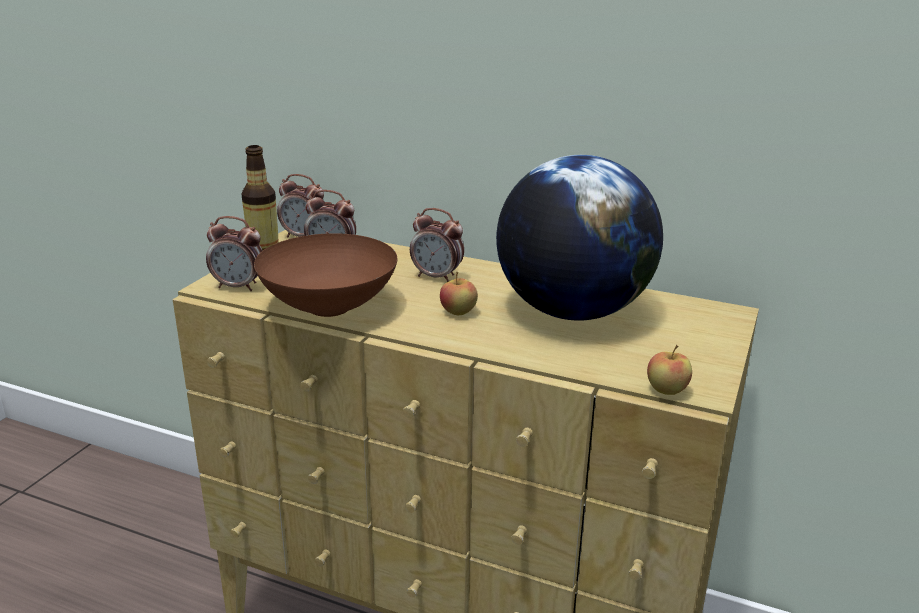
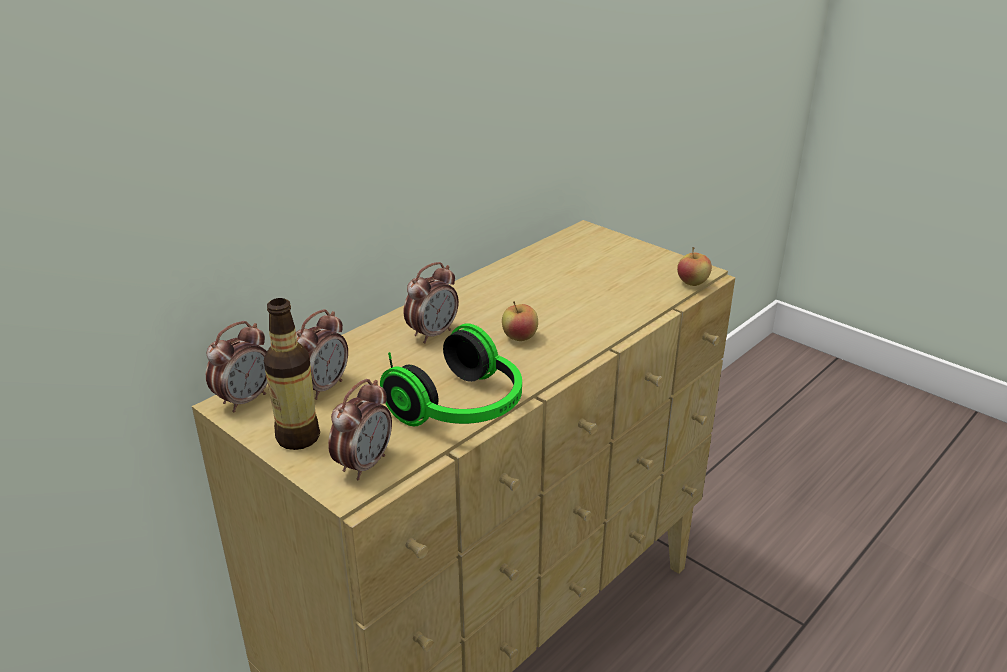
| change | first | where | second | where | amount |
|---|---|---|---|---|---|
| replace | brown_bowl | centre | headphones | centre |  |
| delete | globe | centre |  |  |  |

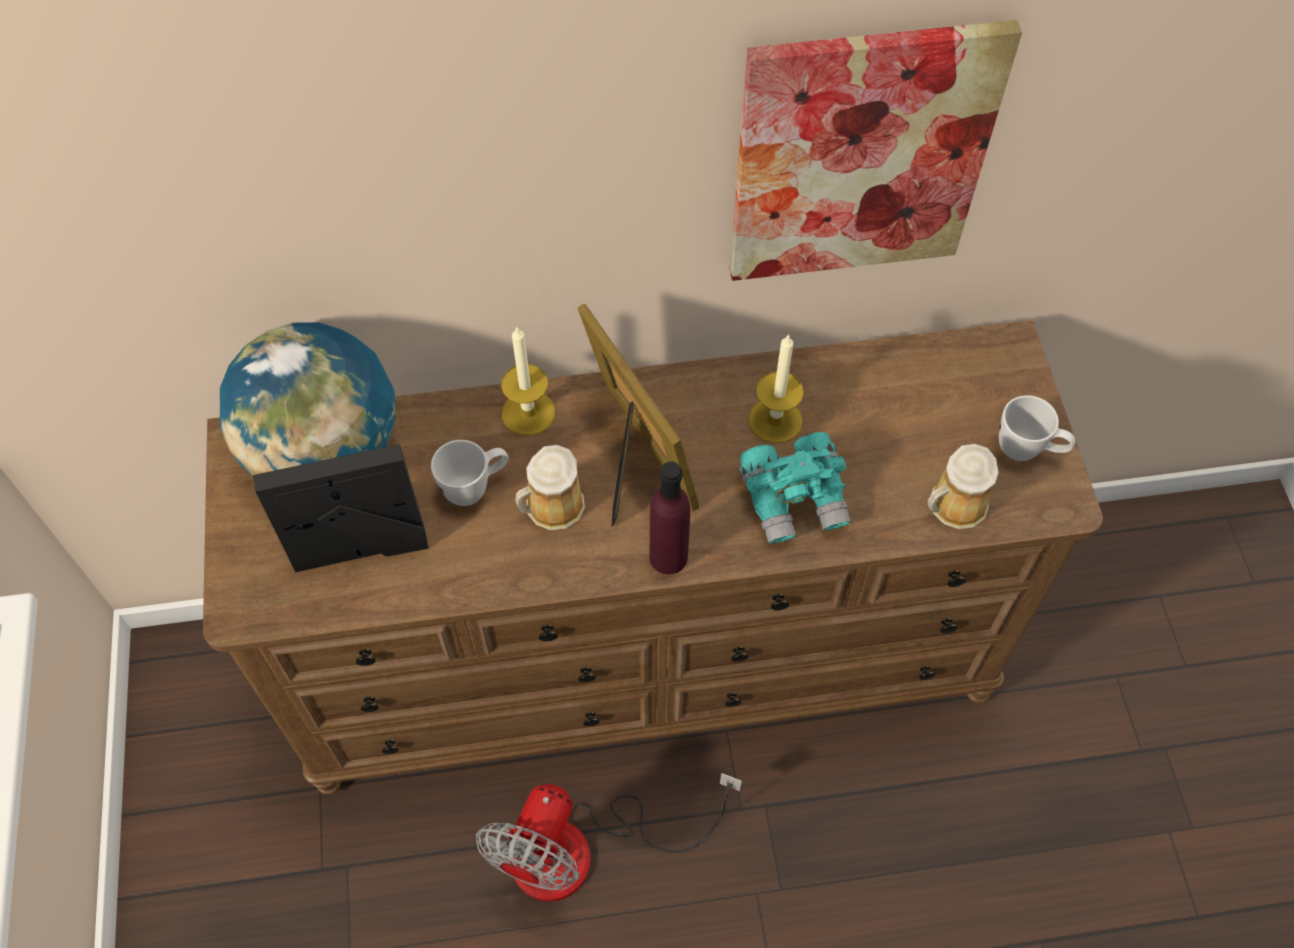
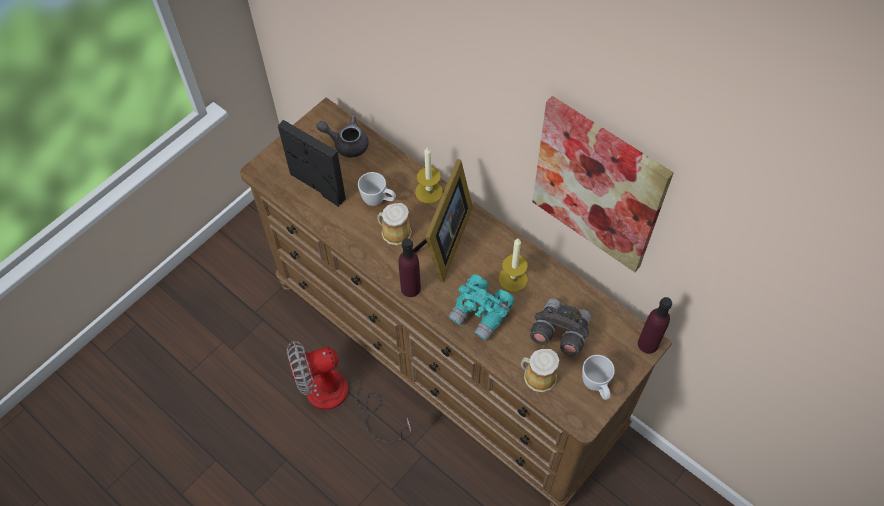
| change | first | where | second | where | amount |
|---|---|---|---|---|---|
| replace | globe | middle left | grey_teapot | top centre |  |
| insert |  |  | grey_binoculars | centre |  |
| insert |  |  | purple_bottle (2nd from left) | middle right |  |

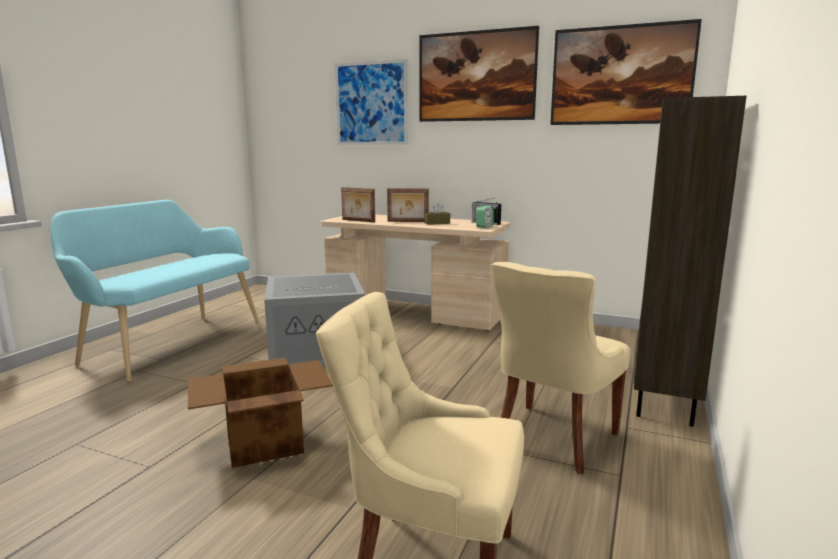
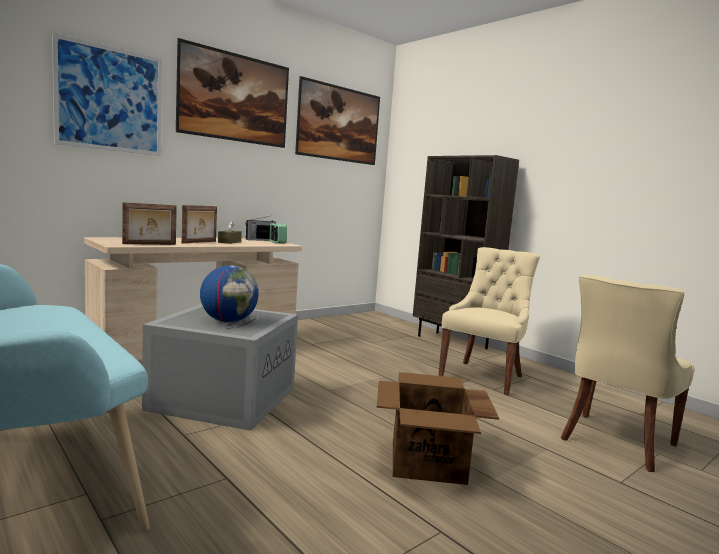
| change | first | where | second | where | amount |
|---|---|---|---|---|---|
| rotate | beige_chair (2nd from left in the first image) | middle right | beige_chair (1st from left) | middle right | 120 degrees counterclockwise |
| insert |  |  | globe | middle left |  |

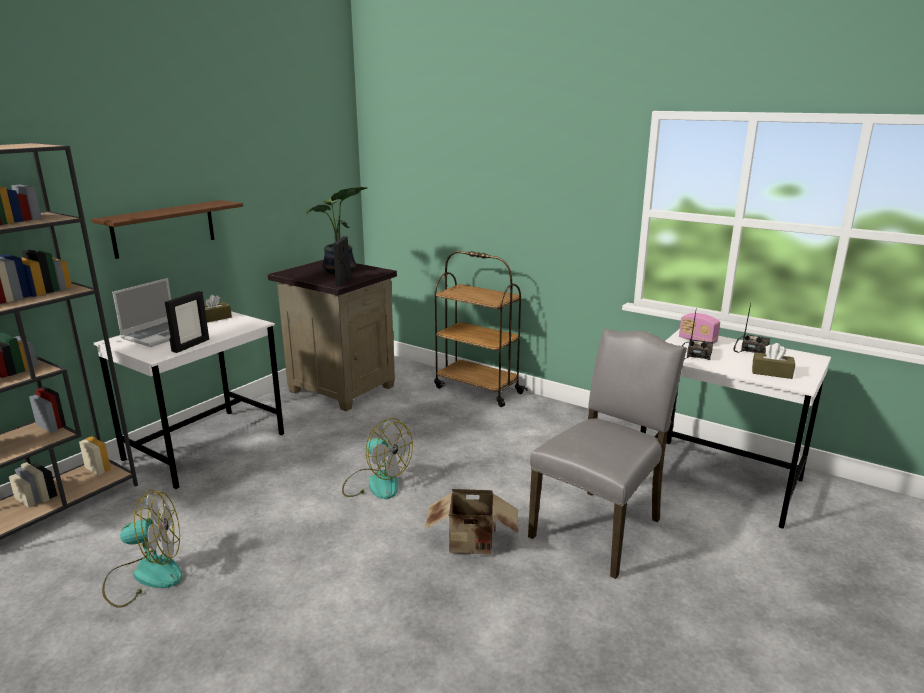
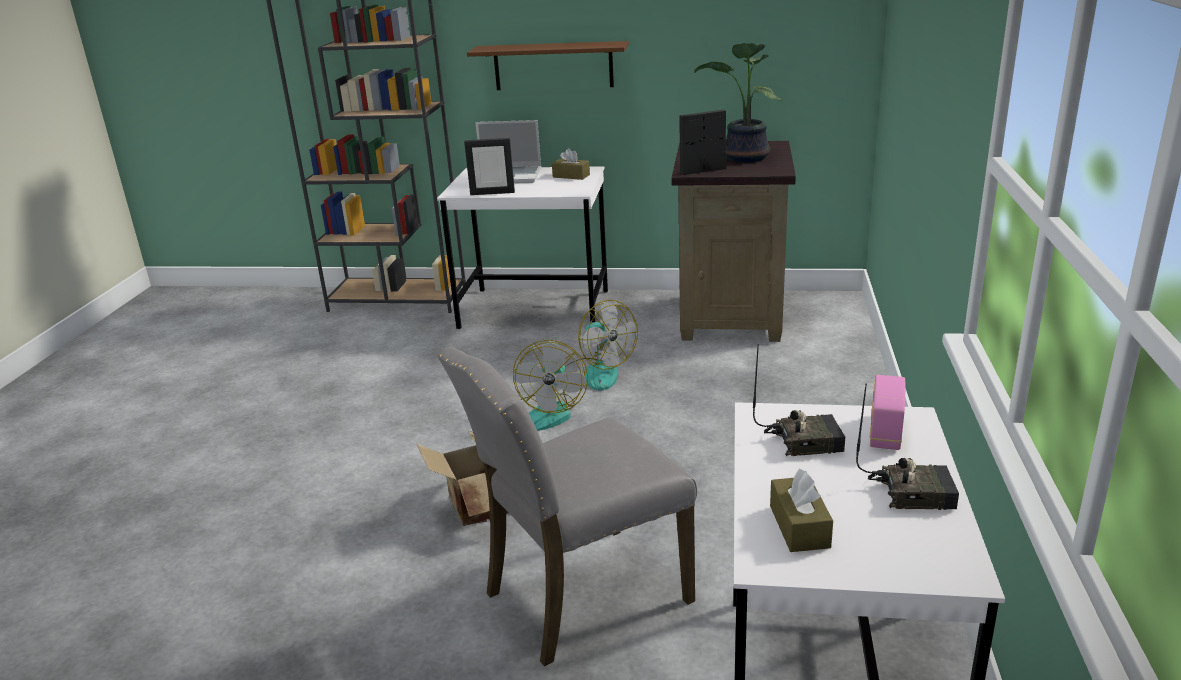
| change | first | where | second | where | amount |
|---|---|---|---|---|---|
| move | fan (1st from left in the first image) | bottom left | fan (2nd from left) | centre |  |
| delete | brown_cart | centre |  |  |  |
| rotate | grey_chair | centre |  | bottom centre | 135 degrees clockwise |

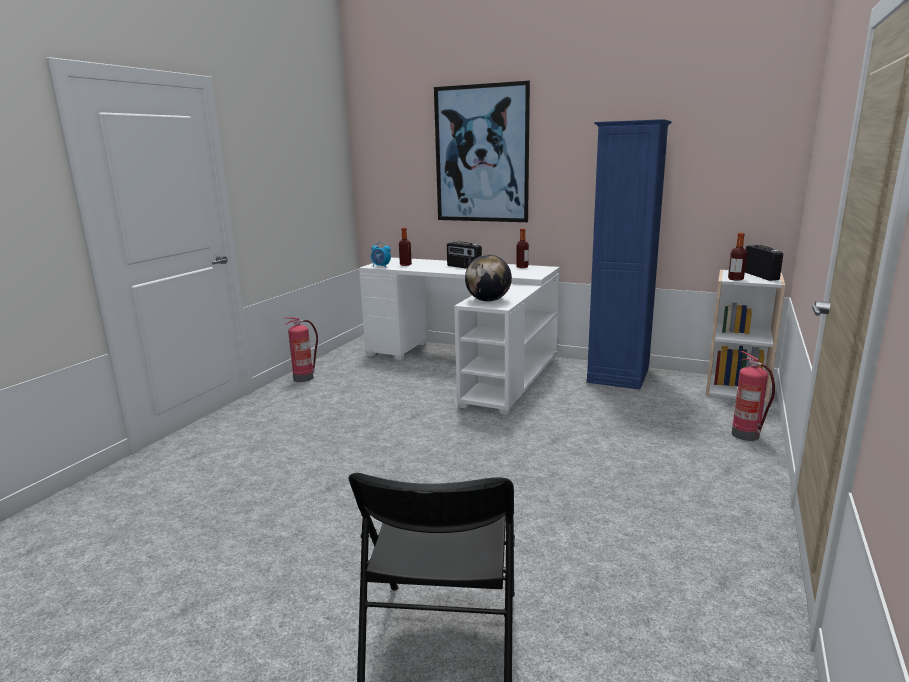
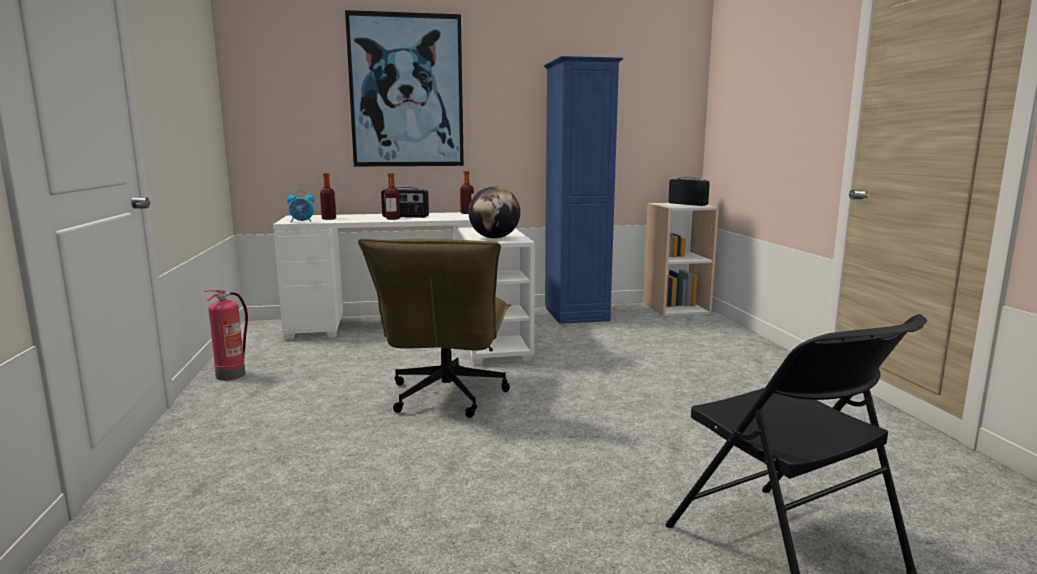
| change | first | where | second | where | amount |
|---|---|---|---|---|---|
| move | bottle (3rd from left in the first image) | middle right | bottle (2nd from left) | centre |  |
| delete | fire_extinguisher (2nd from left) | middle right |  |  |  |
| insert |  |  | beige_office_chair | centre |  |

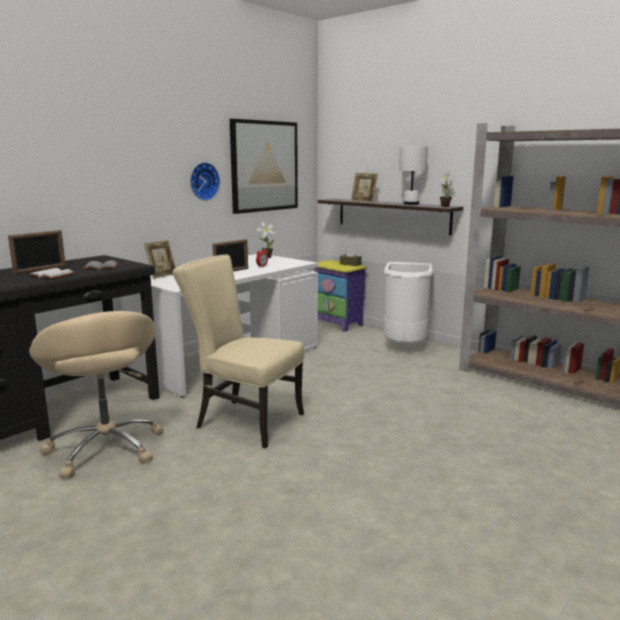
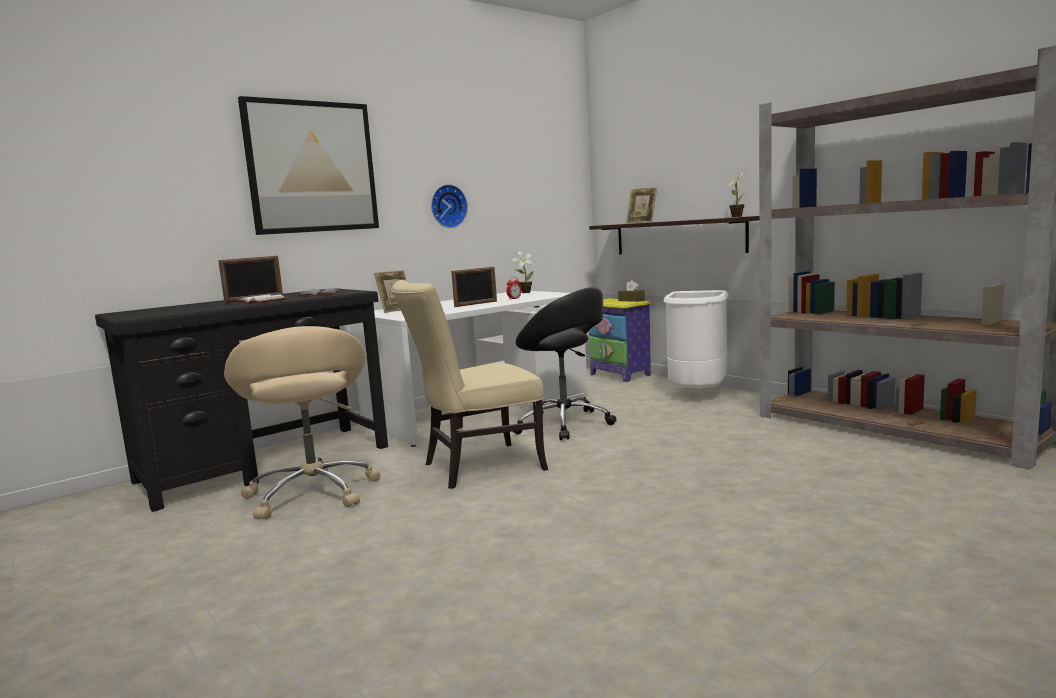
| change | first | where | second | where | amount |
|---|---|---|---|---|---|
| rotate | beige_chair | centre |  | centre | 60 degrees counterclockwise |
| move | picture | top centre |  | top left |  |
| delete | white_table_lamp | top centre |  |  |  |
| insert |  |  | black_office_chair | centre |  |

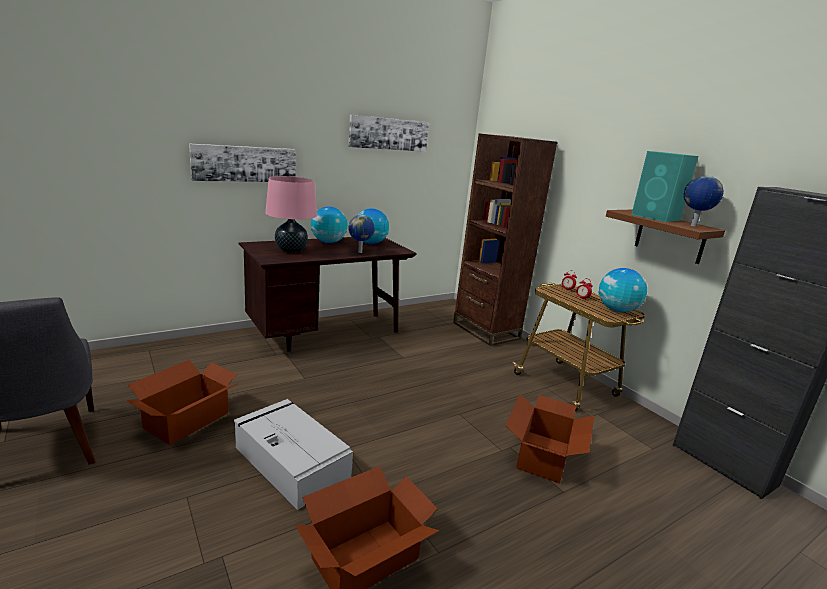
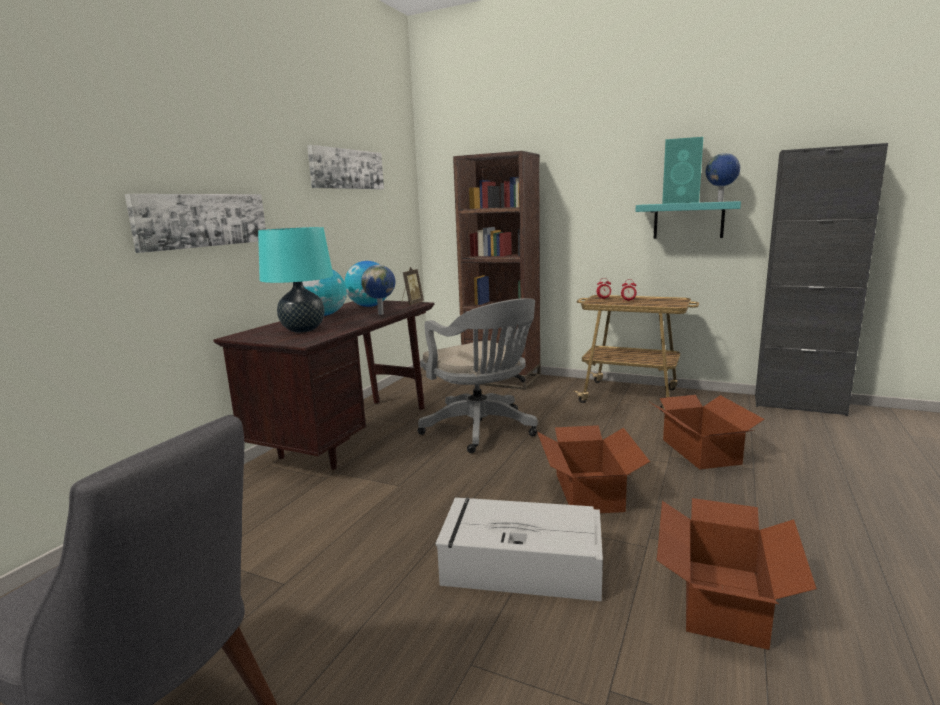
| change | first | where | second | where | amount |
|---|---|---|---|---|---|
| move | cardboard_box (1st from left) | bottom left |  | centre |  |
| recolor | pink_table_lamp | centre | turquoise_table_lamp | middle left |  |
| delete | globe (4th from left) | middle right |  |  |  |
| recolor | brown_shelf | middle right | turquoise_shelf | top right |  |
| insert |  |  | picture_frame | centre |  |
| insert |  |  | grey_office_chair | centre |  |

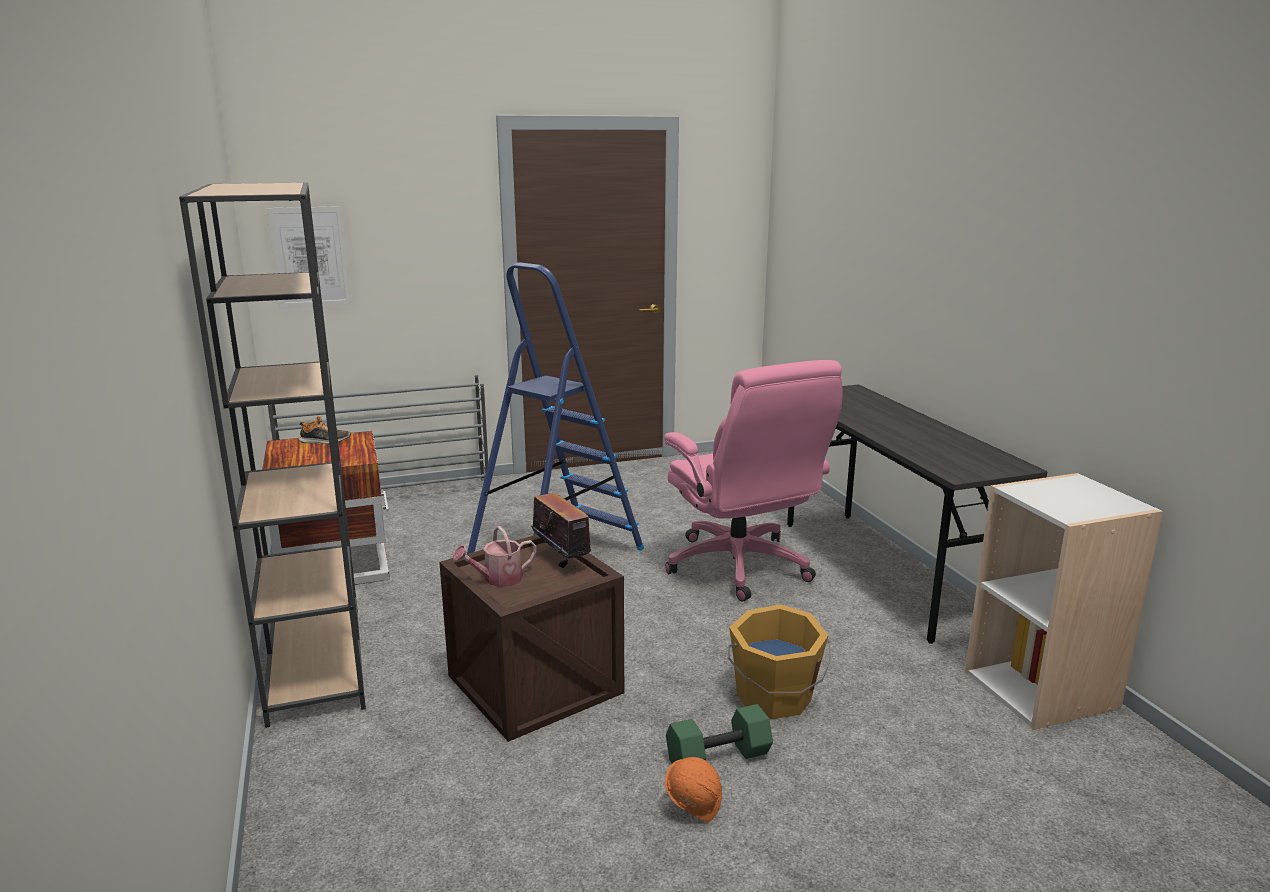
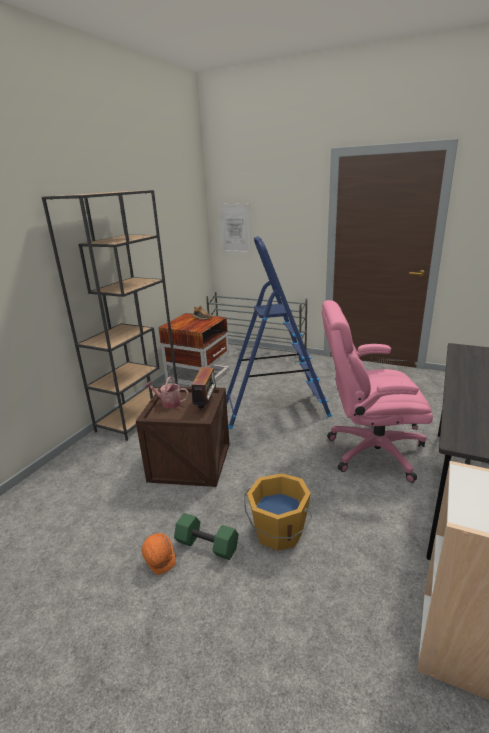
| change | first | where | second | where | amount |
|---|---|---|---|---|---|
| rotate | pink_office_chair | centre |  | middle right | 75 degrees clockwise |

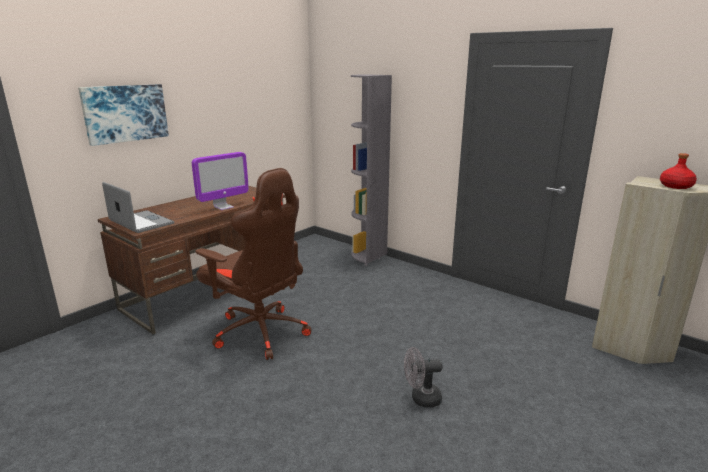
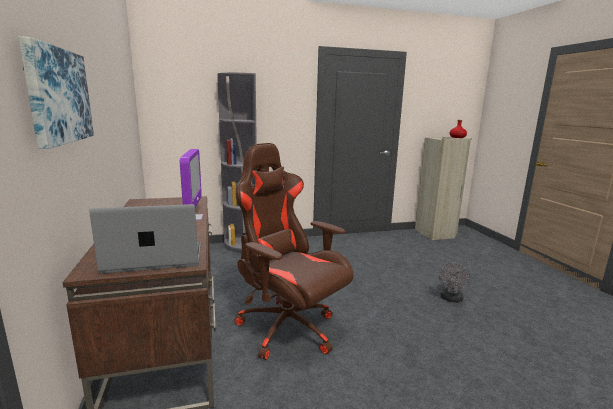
| change | first | where | second | where | amount |
|---|---|---|---|---|---|
| rotate | brown_office_chair | centre |  | centre | 120 degrees counterclockwise |

